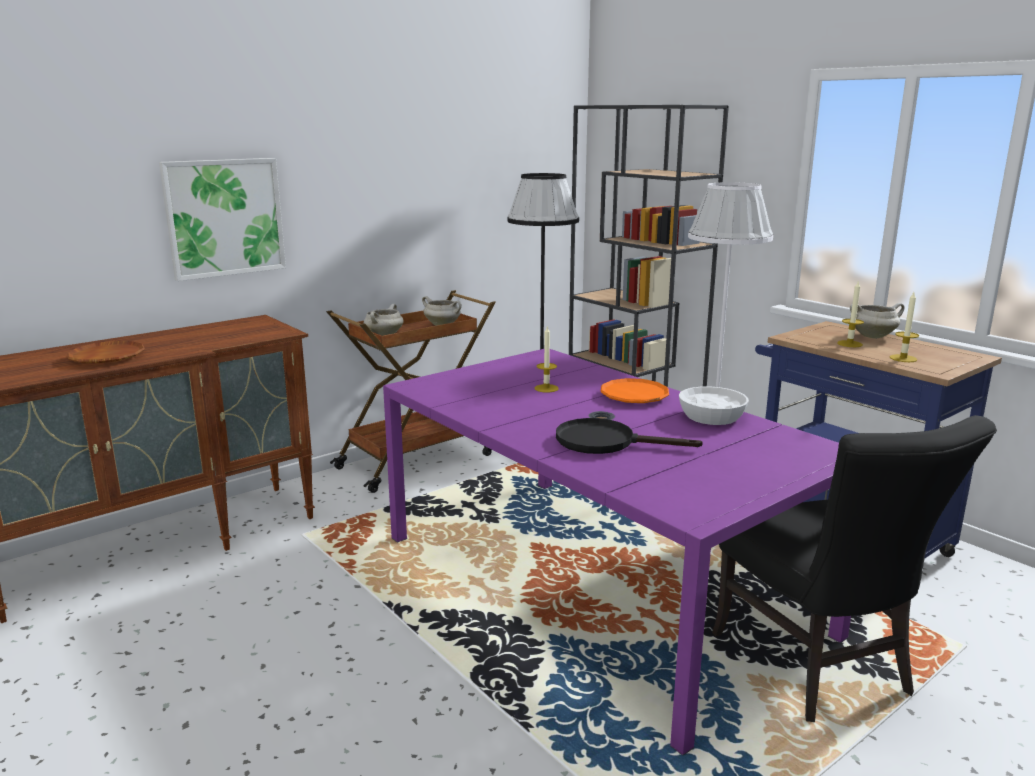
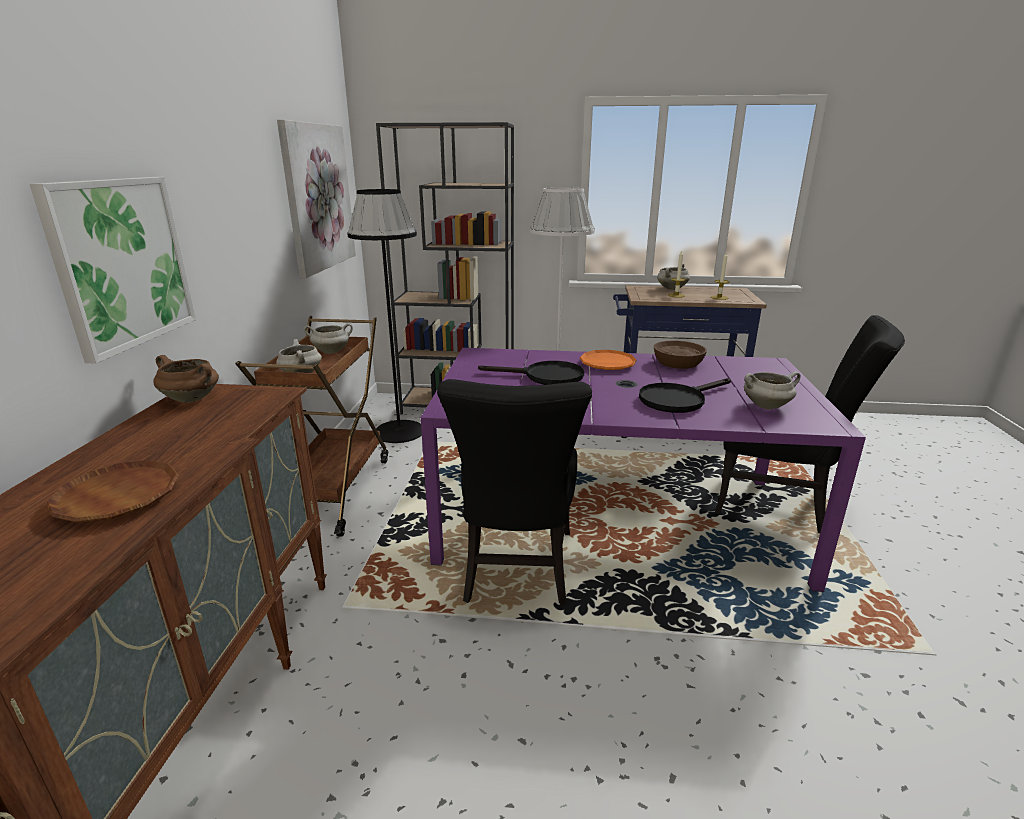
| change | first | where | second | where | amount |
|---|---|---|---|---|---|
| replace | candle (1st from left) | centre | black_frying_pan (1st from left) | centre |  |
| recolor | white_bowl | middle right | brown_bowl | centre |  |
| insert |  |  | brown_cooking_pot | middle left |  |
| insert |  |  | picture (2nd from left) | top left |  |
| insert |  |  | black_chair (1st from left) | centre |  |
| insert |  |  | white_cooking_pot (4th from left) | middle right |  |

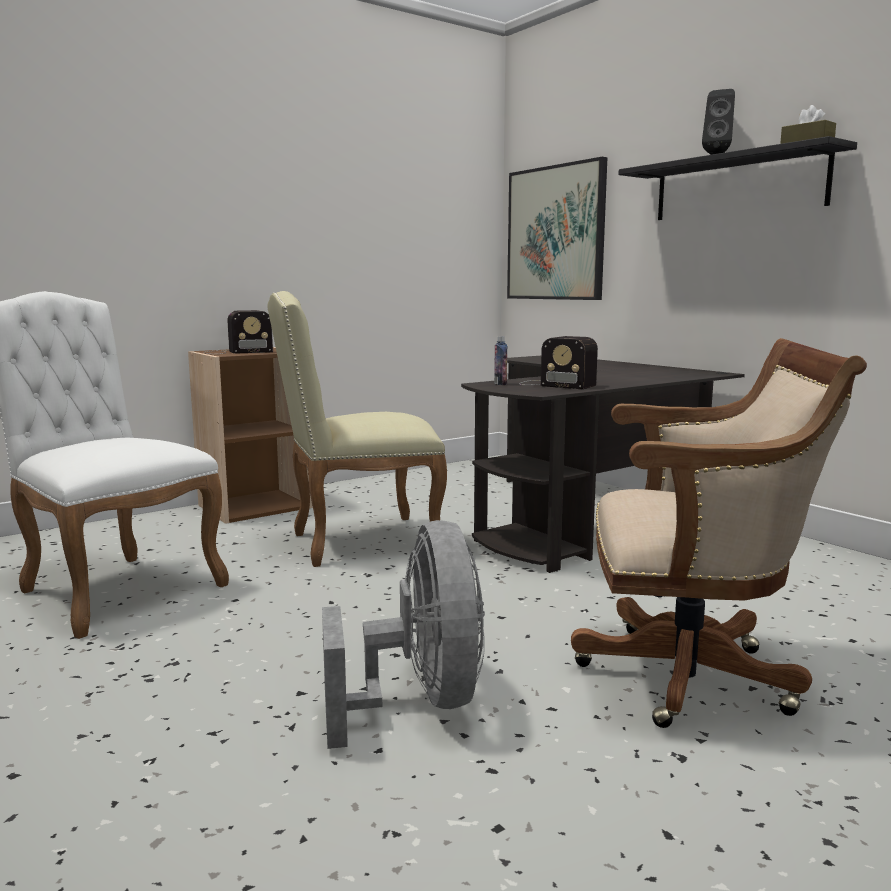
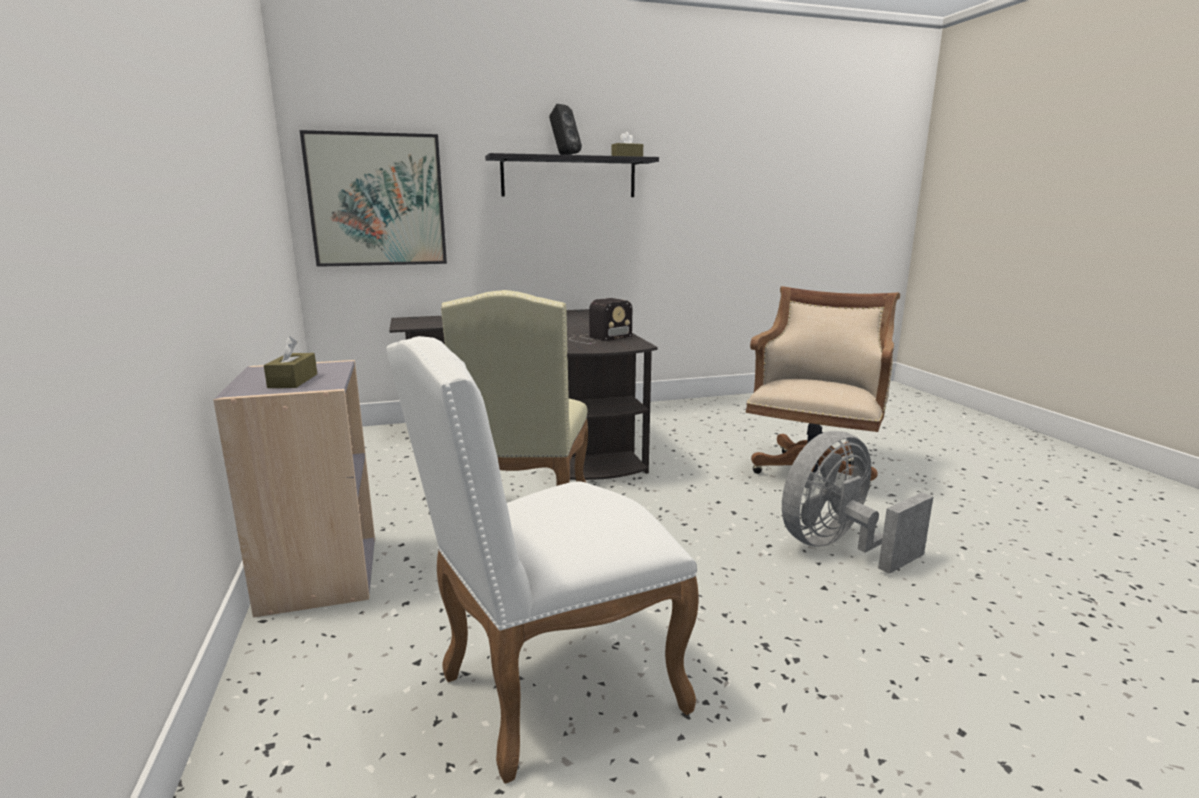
| change | first | where | second | where | amount |
|---|---|---|---|---|---|
| recolor | brown_bookcase | middle left | grey_bookcase | middle left |  |
| replace | radio (1st from left) | middle left | brown_tissue_box (1st from left) | middle left |  |
| rotate | grey_fan | bottom centre |  | middle right | 45 degrees counterclockwise |
| delete | bottle | centre |  |  |  |

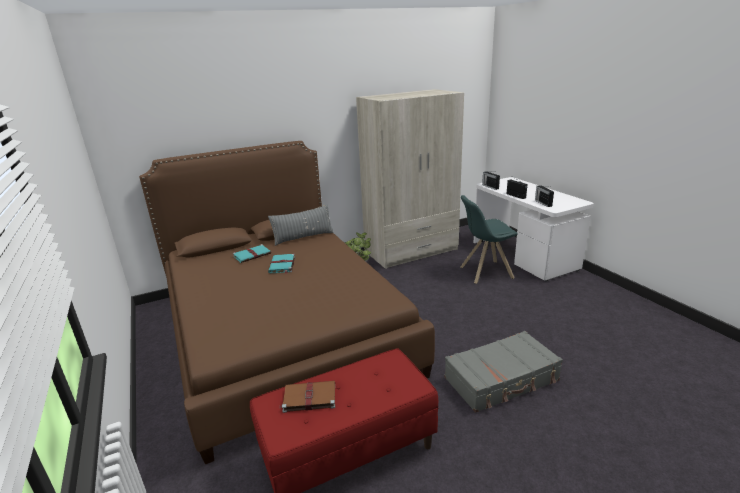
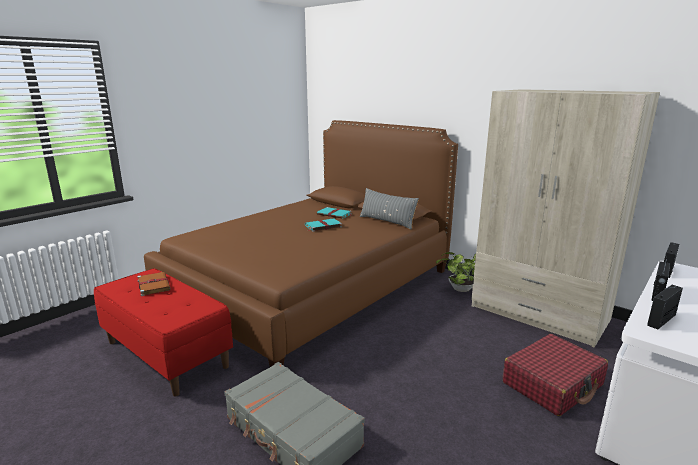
| change | first | where | second | where | amount |
|---|---|---|---|---|---|
| replace | turquoise_chair | centre | red_suitcase | bottom right |  |

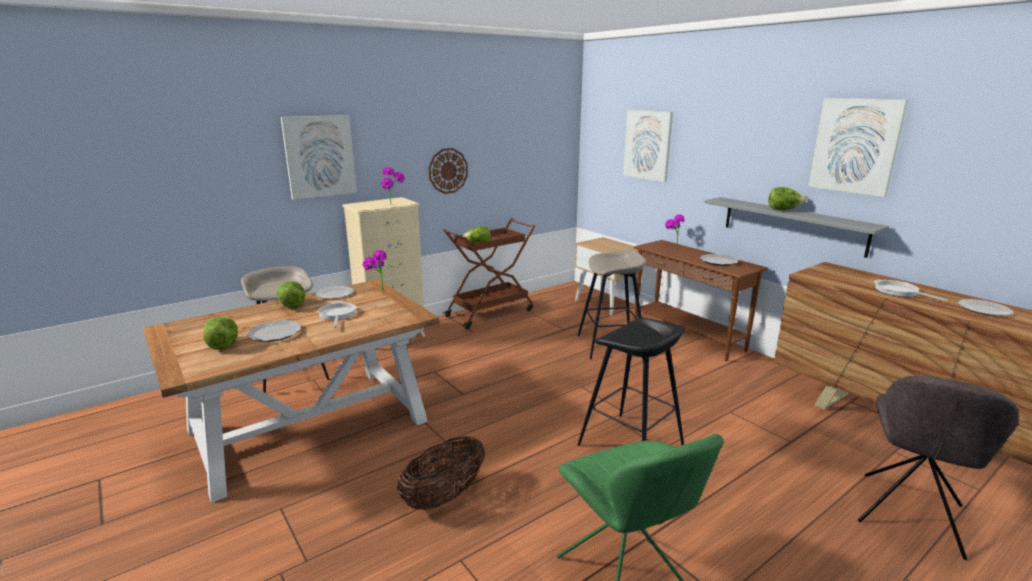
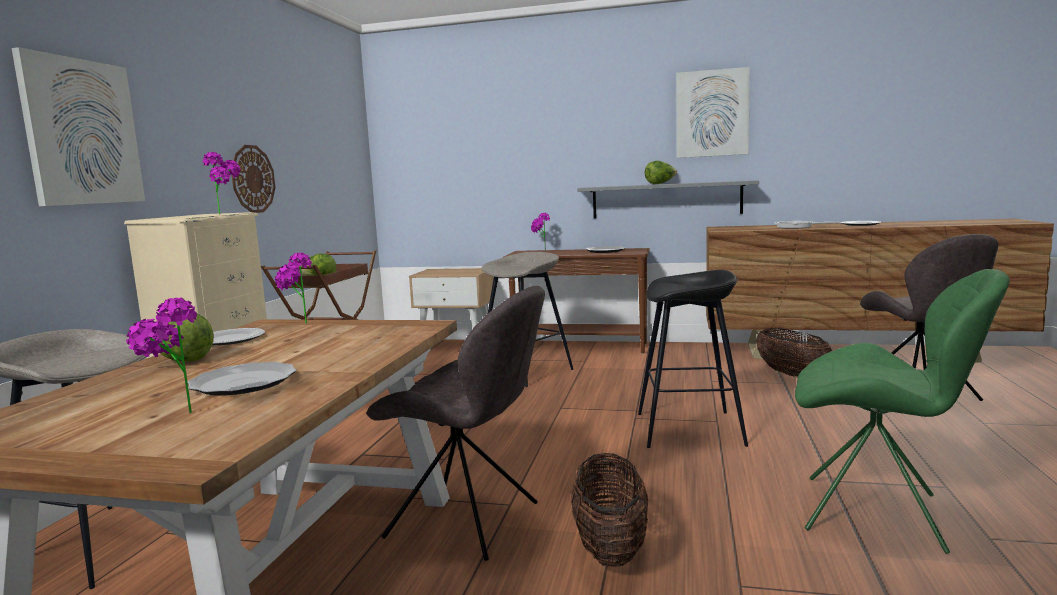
| change | first | where | second | where | amount |
|---|---|---|---|---|---|
| replace | lettuce (1st from left) | middle left | potted_plant (1st from left) | middle left |  |
| delete | frying_pan (1st from left) | middle left |  |  |  |
| delete | picture (2nd from left) | top centre |  |  |  |
| insert |  |  | grey_chair (1st from left) | bottom centre |  |
| insert |  |  | basket (2nd from left) | middle right |  |

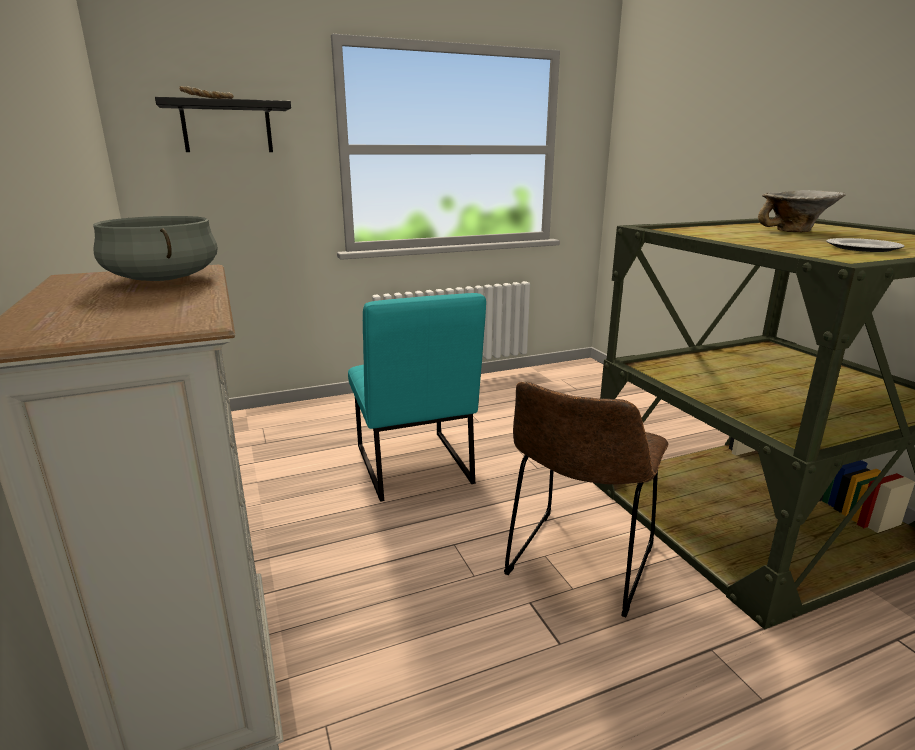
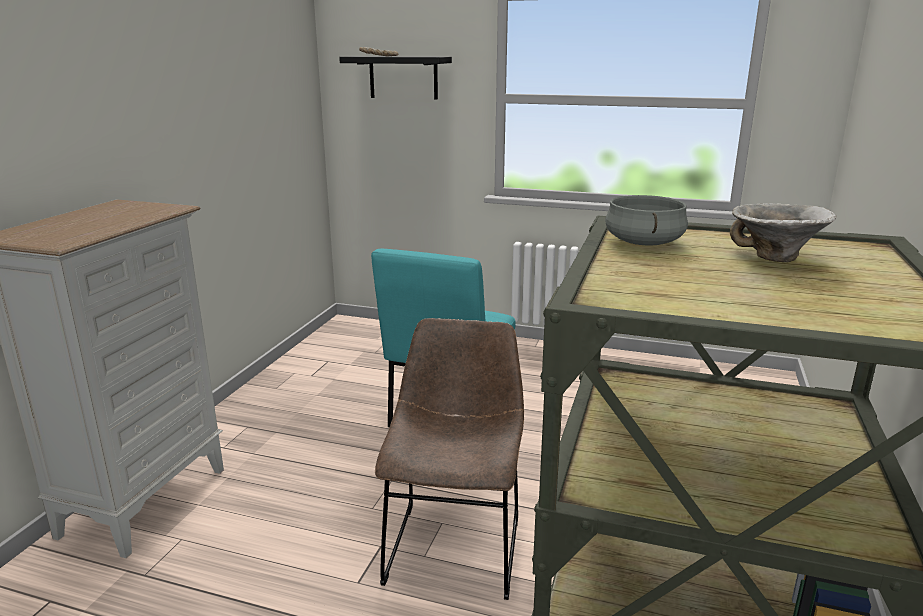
| change | first | where | second | where | amount |
|---|---|---|---|---|---|
| move | grey_cooking_pot | top left |  | middle right |  |
| rotate | brown_chair | centre |  | bottom centre | 120 degrees clockwise |
| delete | plate | top right |  |  |  |

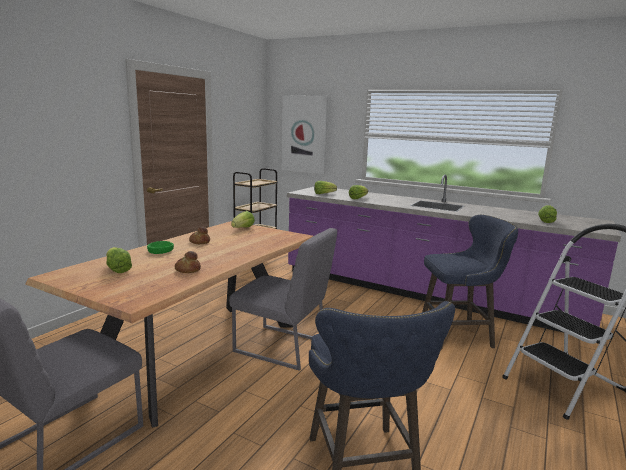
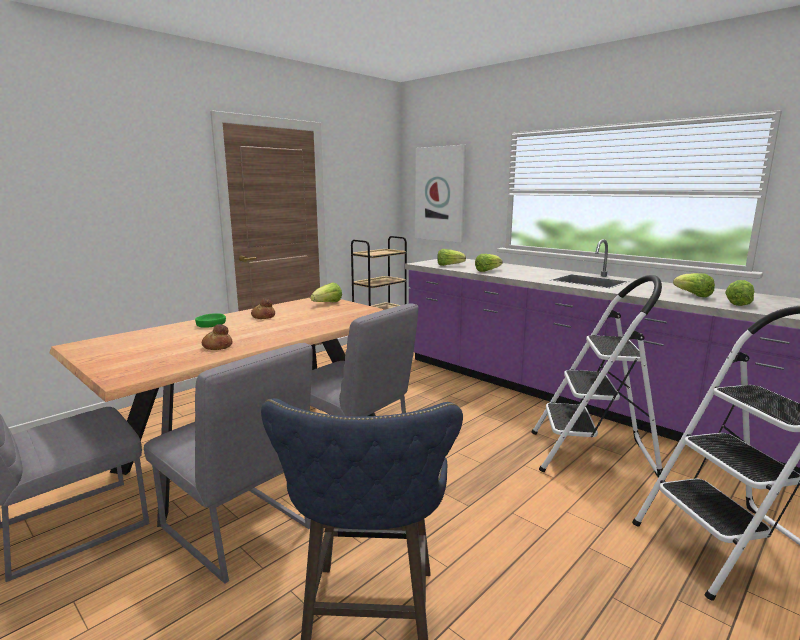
| change | first | where | second | where | amount |
|---|---|---|---|---|---|
| move | lettuce (1st from left in the first image) | middle left | lettuce (4th from left) | middle right |  |
| replace | blue_stool (2nd from left) | middle right | step_ladder (1st from left) | middle right |  |
| insert |  |  | grey_chair (2nd from left) | bottom left |  |

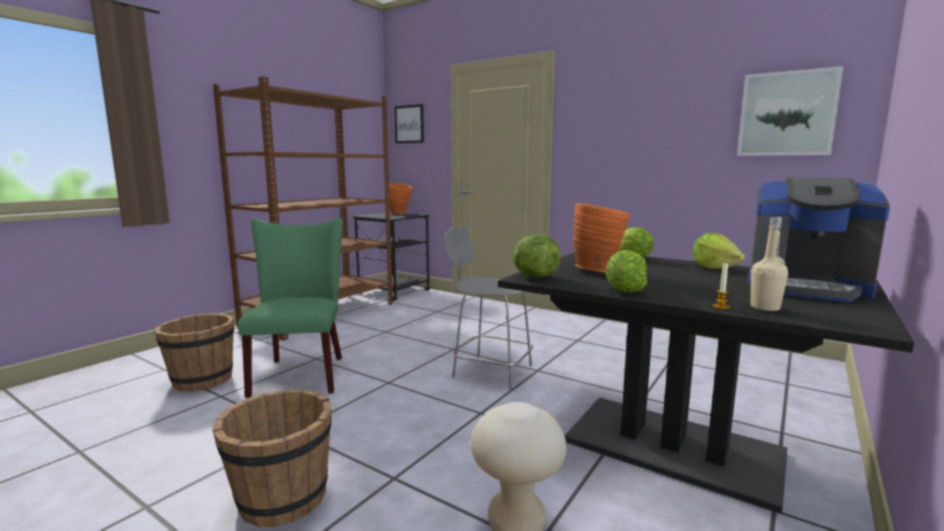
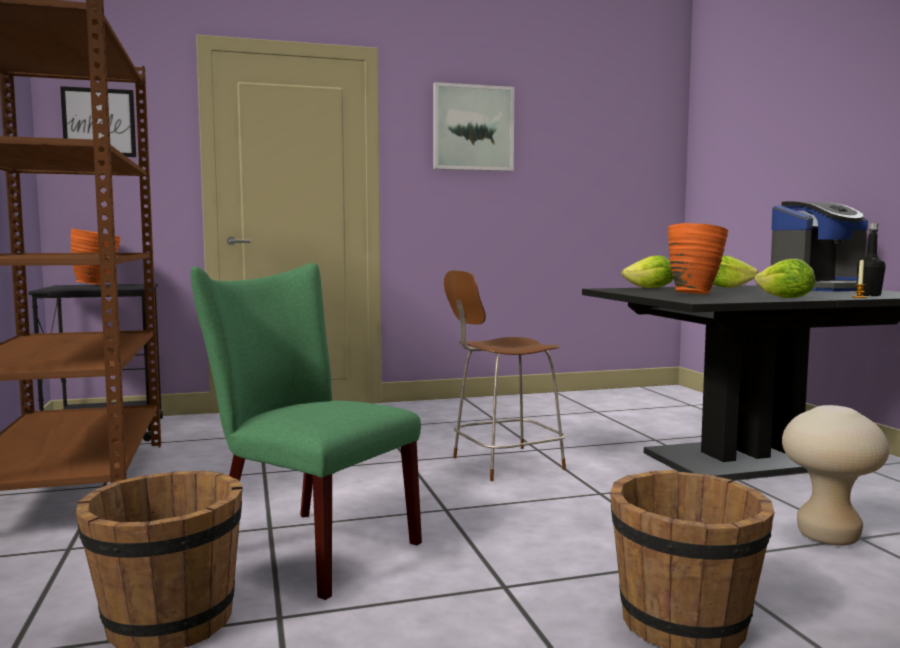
| change | first | where | second | where | amount |
|---|---|---|---|---|---|
| recolor | grey_chair | centre | brown_chair | centre |  |
| delete | lettuce (1st from left) | centre |  |  |  |
| move | picture (2nd from left) | top right |  | top centre |  |
| recolor | beige_bottle | middle right | black_bottle | middle right |  |

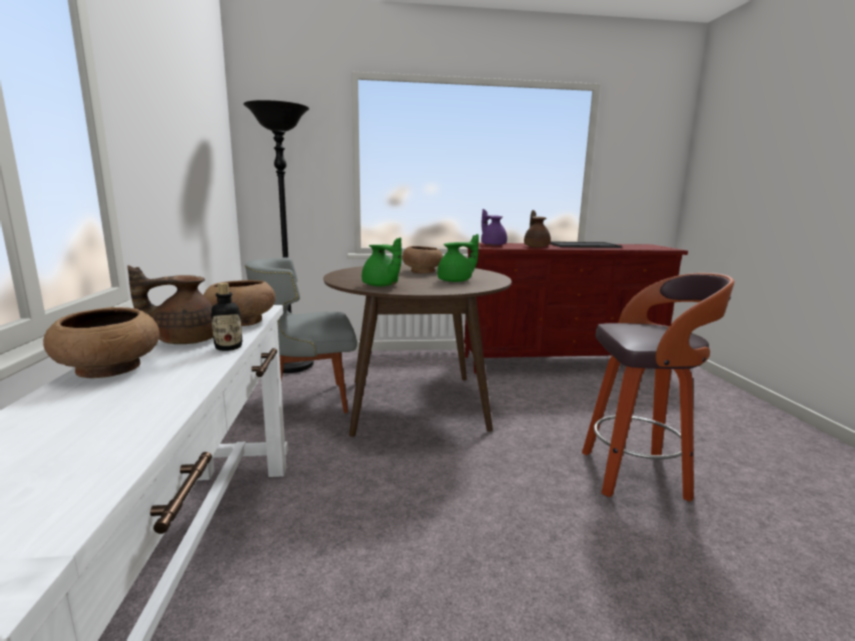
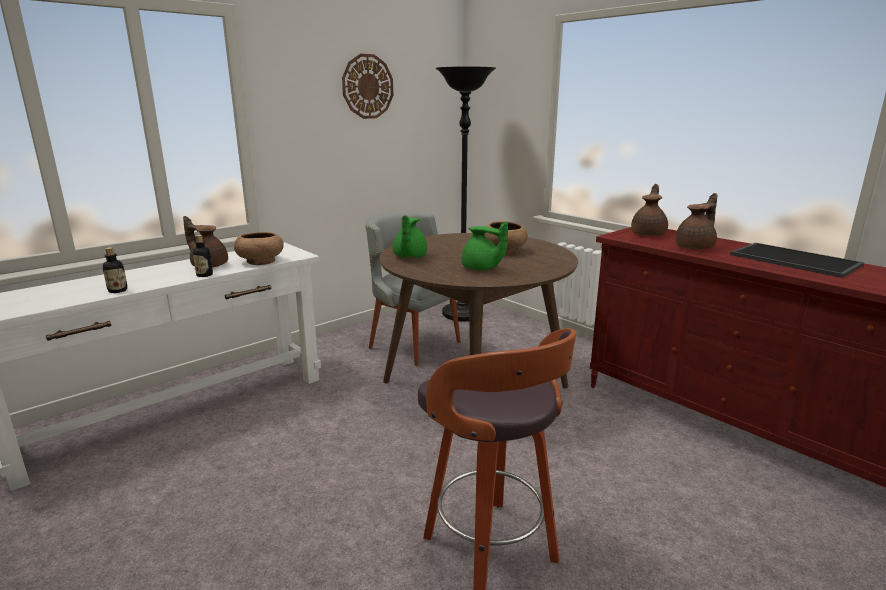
| change | first | where | second | where | amount |
|---|---|---|---|---|---|
| delete | brown_bowl (1st from left) | middle left |  |  |  |
| recolor | purple_teapot | centre | brown_teapot (2nd from left) | middle right |  |
| insert |  |  | bottle (1st from left) | middle left |  |
| insert |  |  | wall_clock | top centre |  |

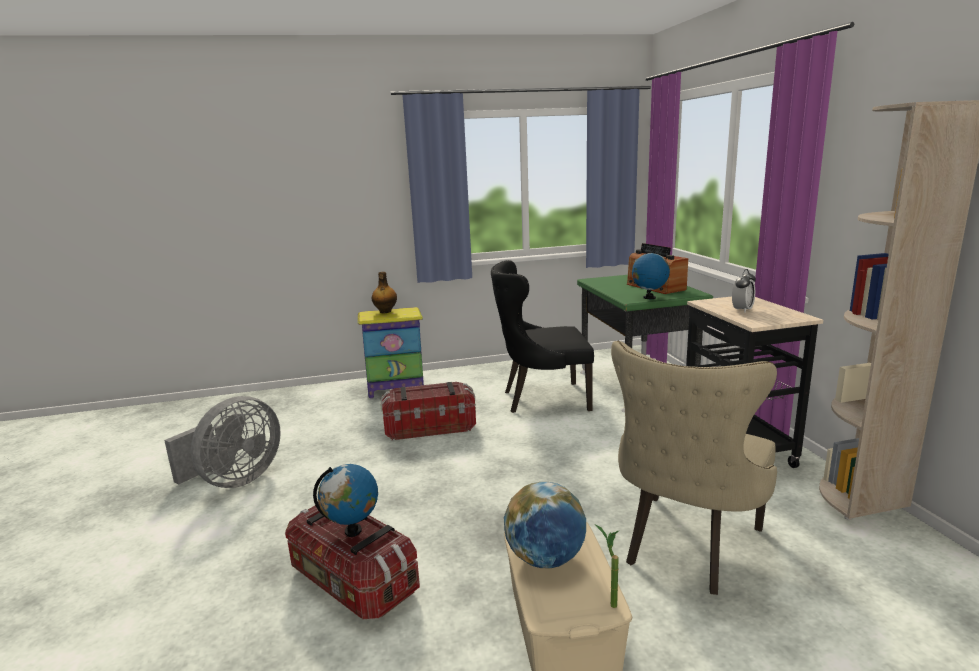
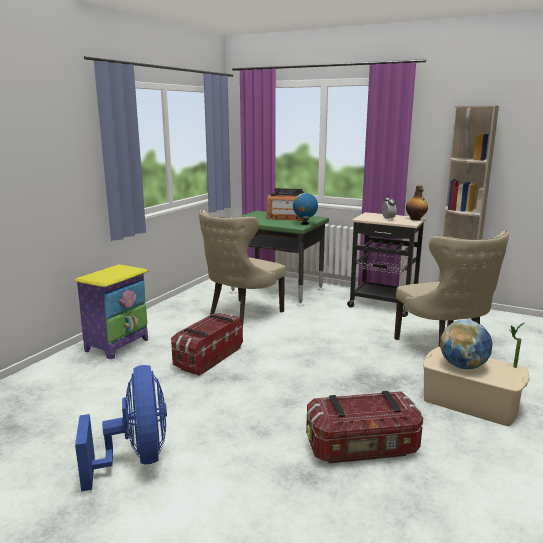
| change | first | where | second | where | amount |
|---|---|---|---|---|---|
| recolor | grey_fan | middle left | blue_fan | bottom left |  |
| delete | globe (1st from left) | bottom centre |  |  |  |
| move | bottle | centre |  | middle right |  |
| recolor | black_chair | centre | beige_chair (1st from left) | centre |  |

